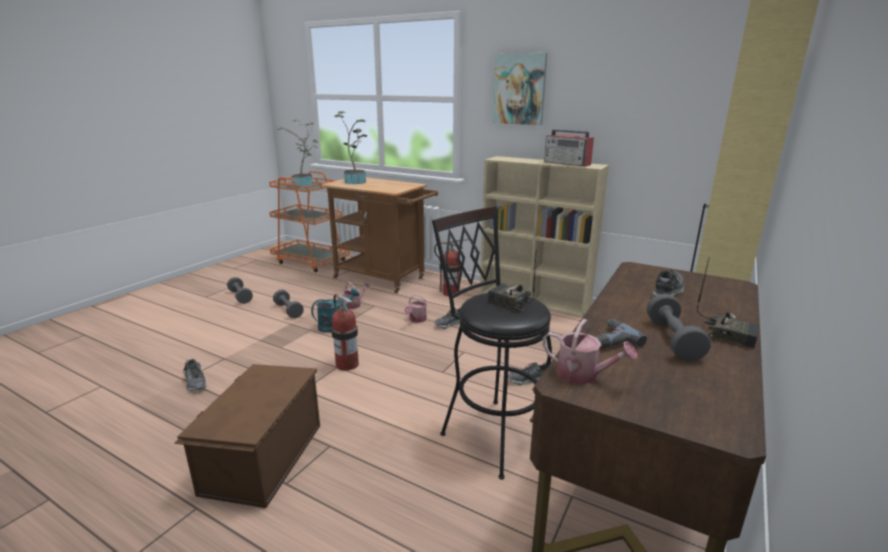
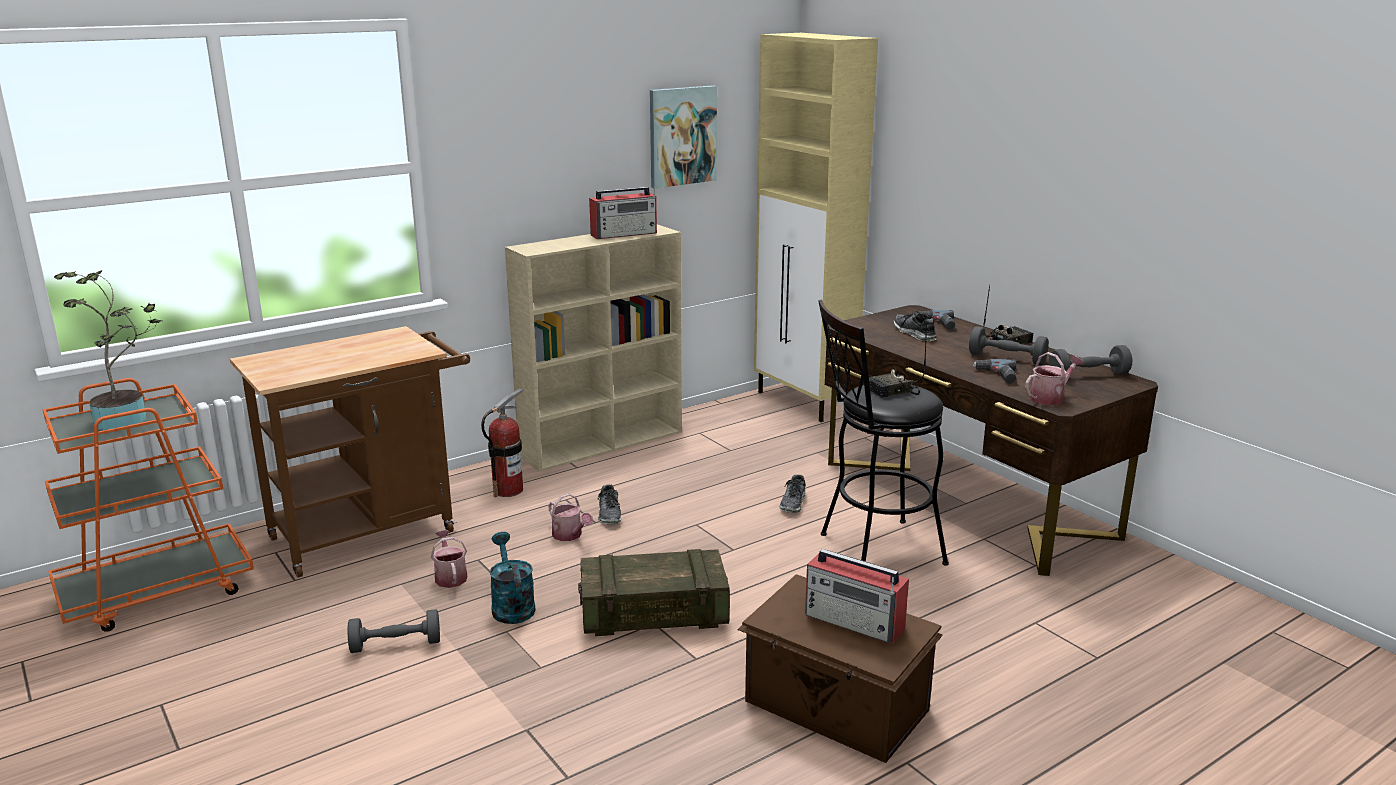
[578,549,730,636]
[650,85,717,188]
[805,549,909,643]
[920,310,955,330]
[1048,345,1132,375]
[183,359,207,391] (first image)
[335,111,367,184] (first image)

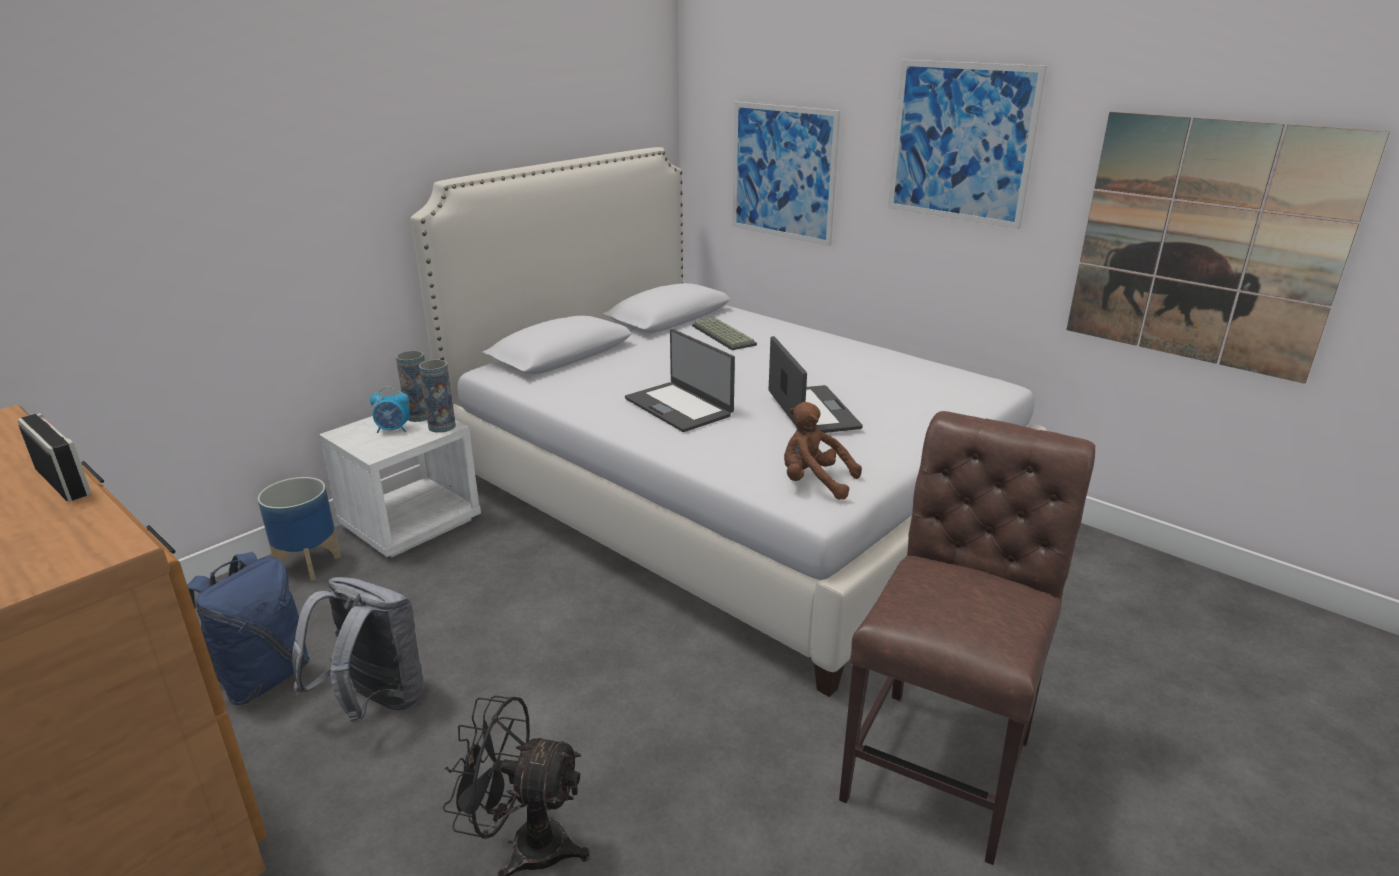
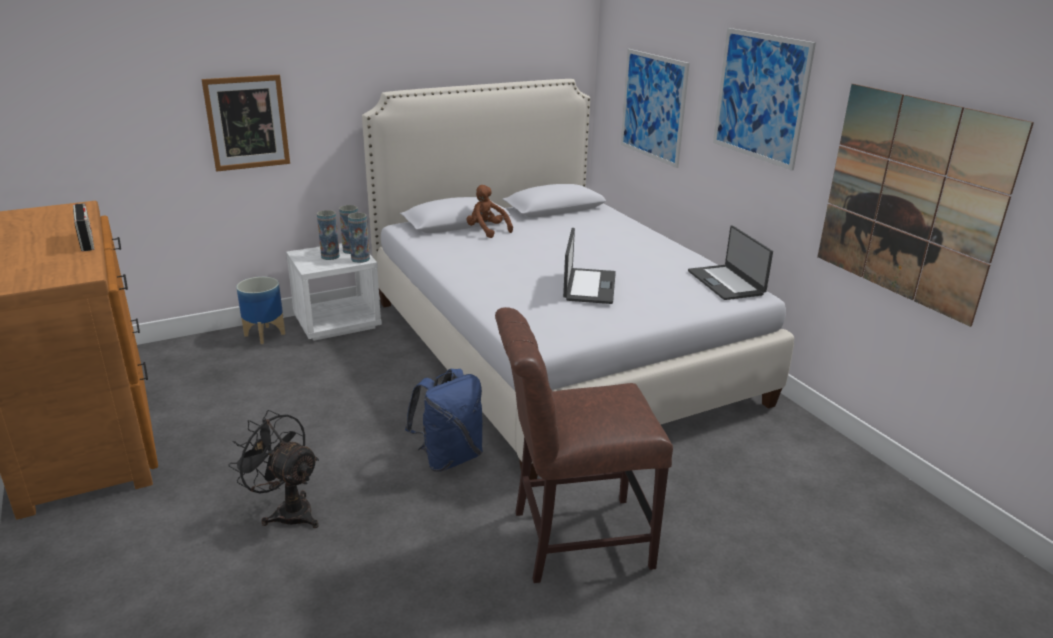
[201,75,290,172]
[317,210,340,260]
[405,369,483,472]
[467,185,513,238]
[495,307,673,583]
[688,225,773,300]
[292,577,424,723] (first image)
[692,318,757,350] (first image)

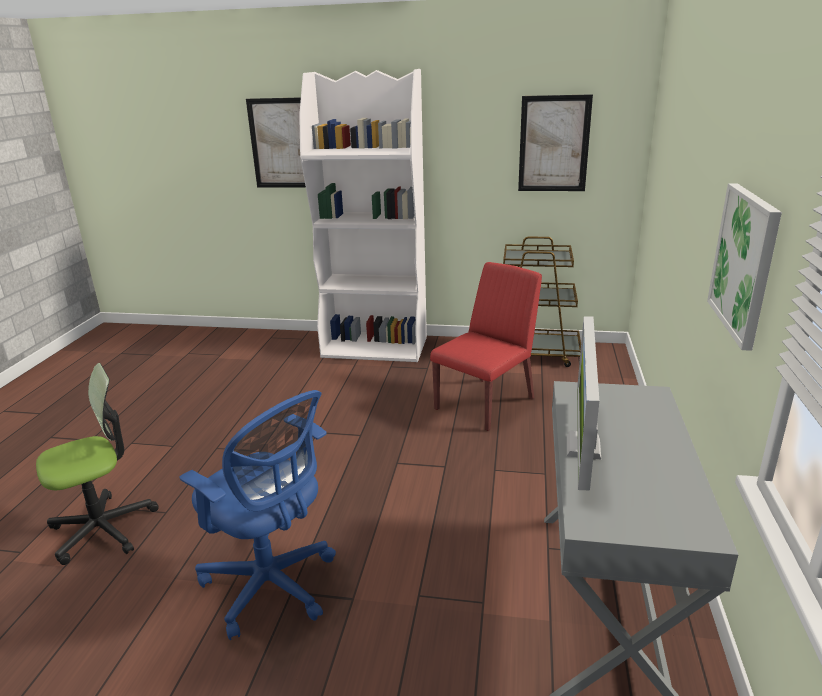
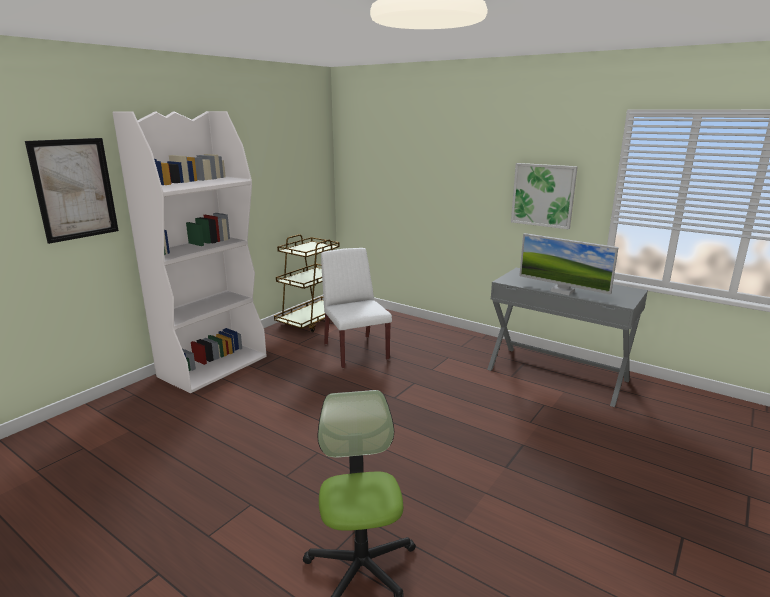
[321,248,392,368]
[179,390,336,640] (first image)
[518,94,593,191] (first image)

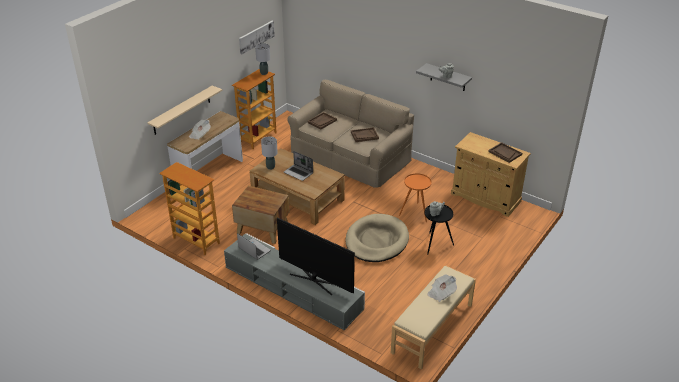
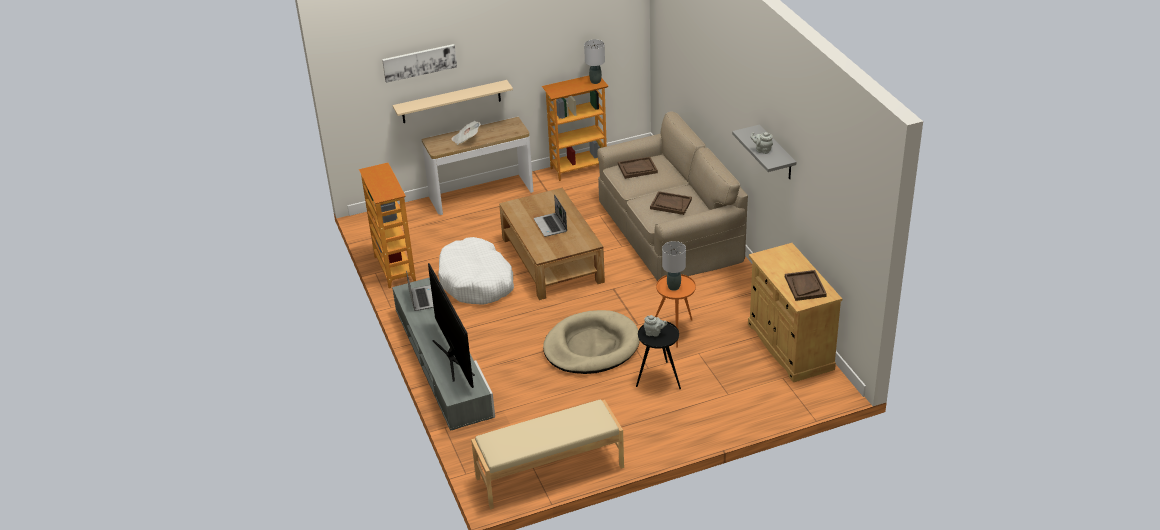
[382,44,457,83]
[438,237,514,305]
[662,241,686,291]
[427,274,457,302] (first image)

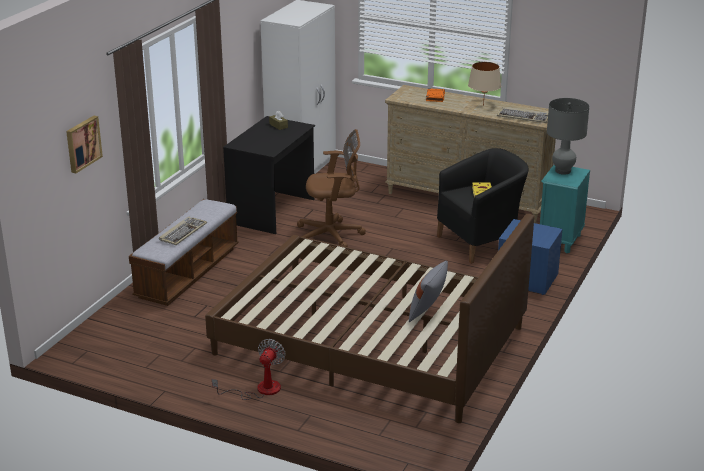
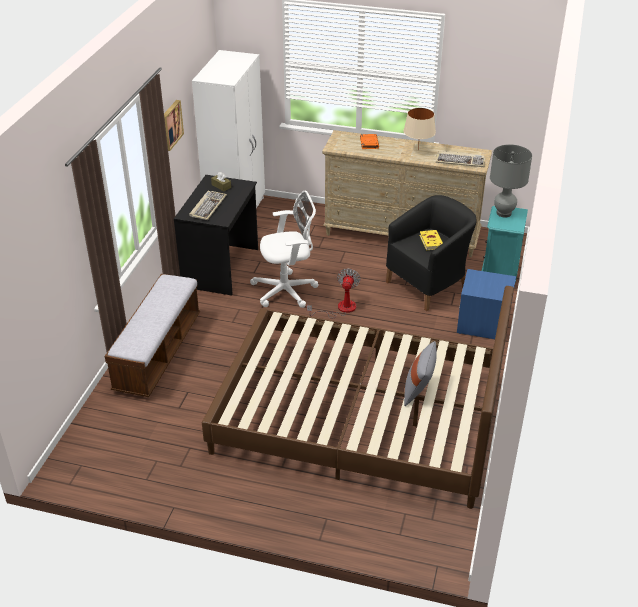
[164,100,184,151]
[189,191,227,220]
[250,191,319,308]
[307,268,361,318]

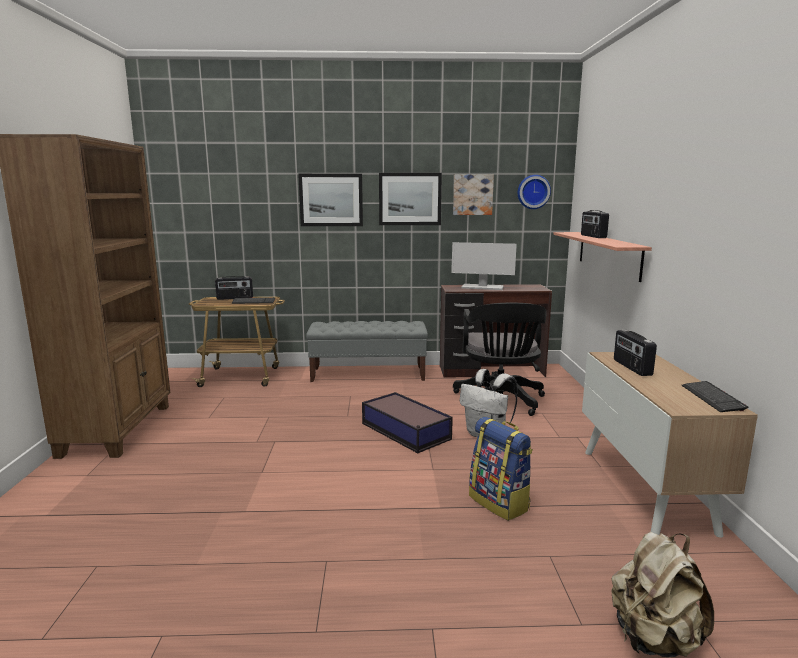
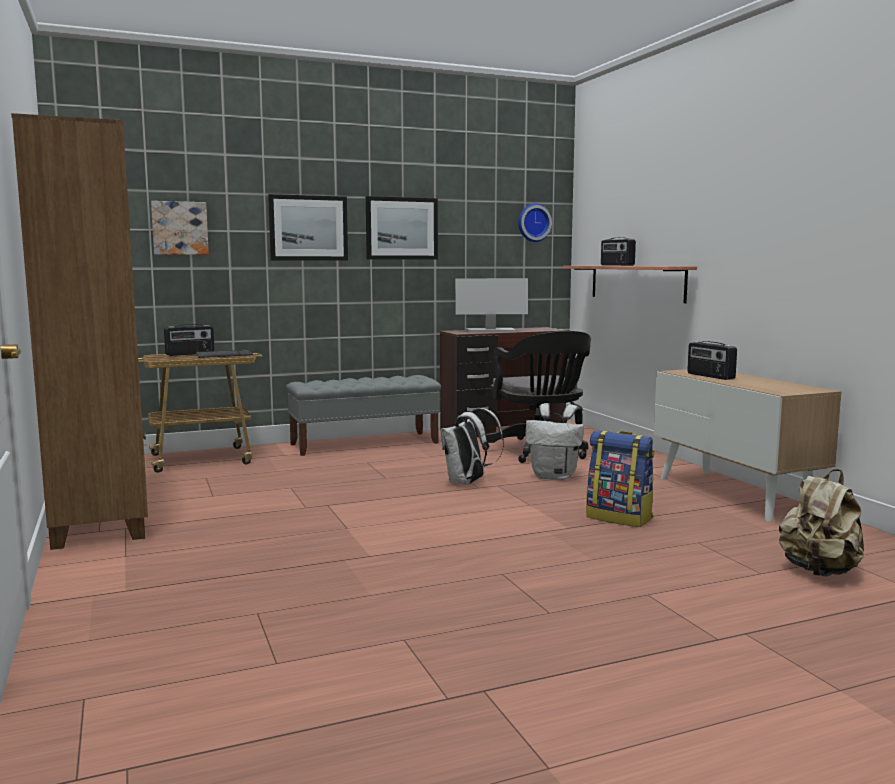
[151,201,209,255]
[440,408,504,485]
[682,381,748,412] (first image)

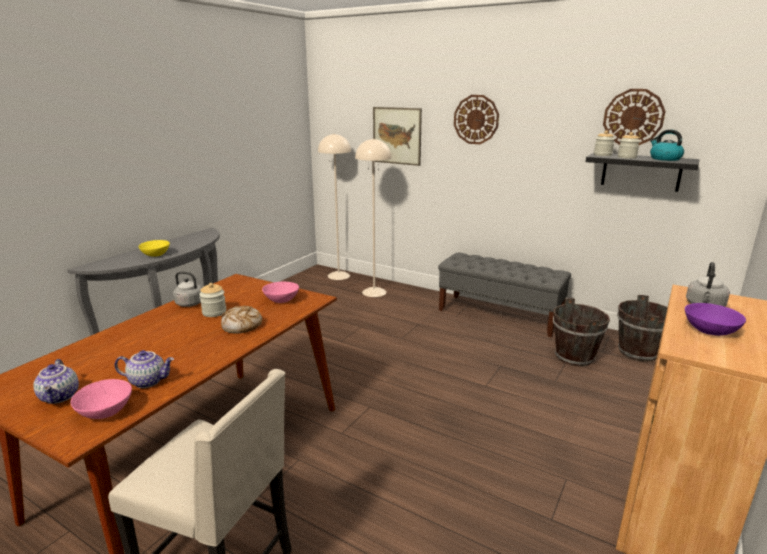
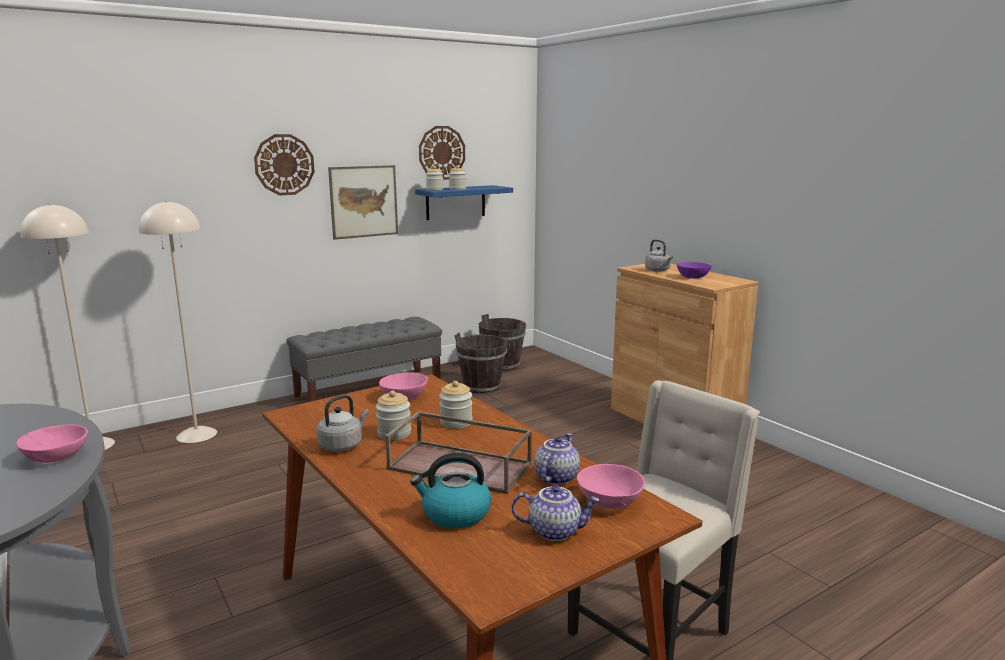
[16,425,88,463]
[328,165,398,240]
[385,411,533,494]
[410,453,491,528]
[415,185,513,220]
[439,381,473,429]

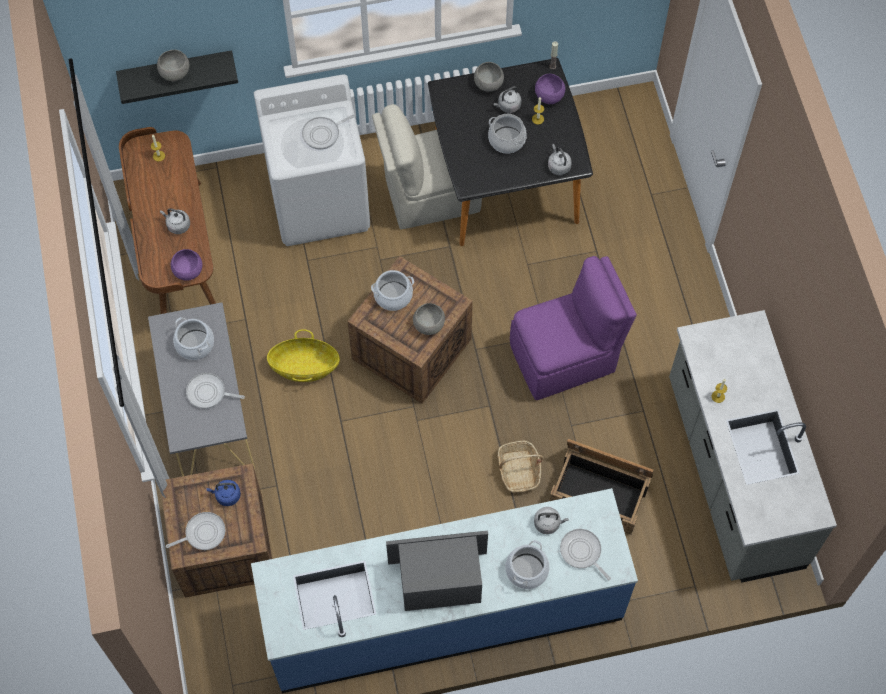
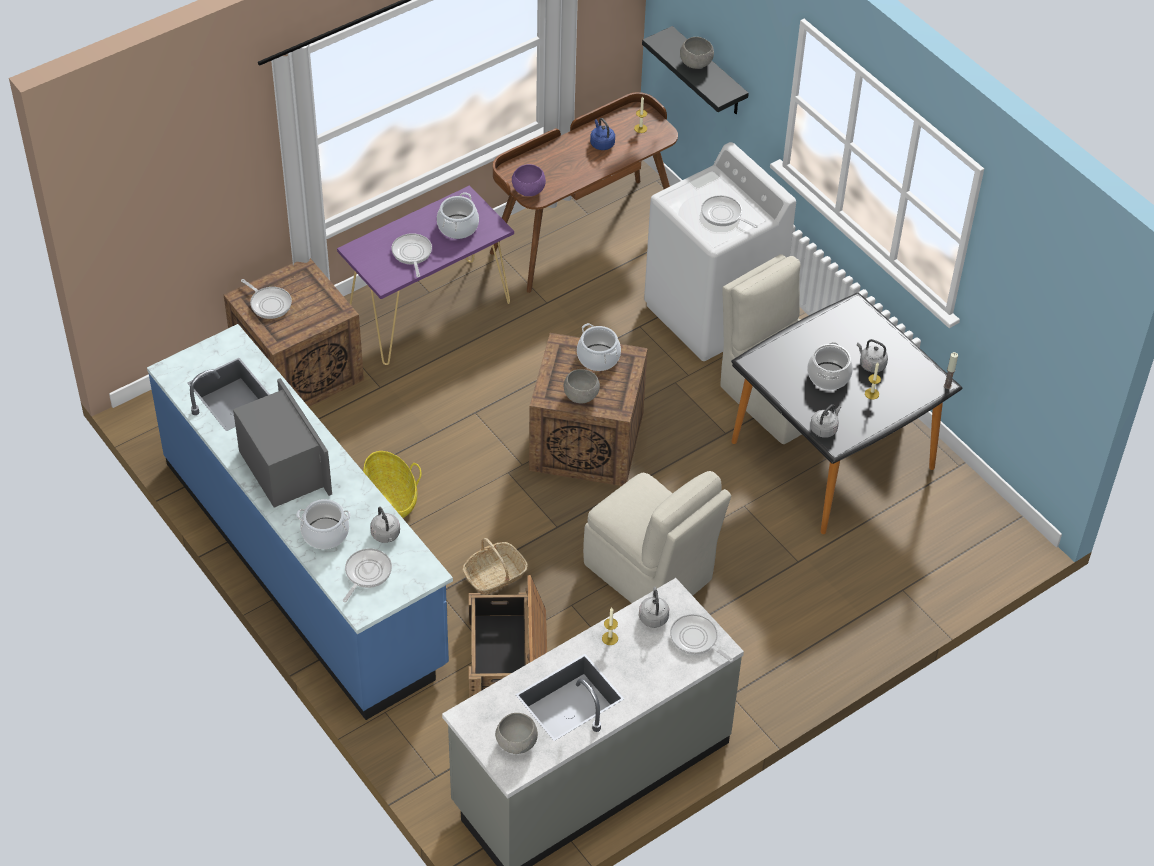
[337,185,514,365]
[363,451,421,518]
[495,713,538,754]
[583,471,731,603]
[590,118,615,150]
[639,587,669,628]
[670,614,733,662]
[535,74,565,104] (first image)

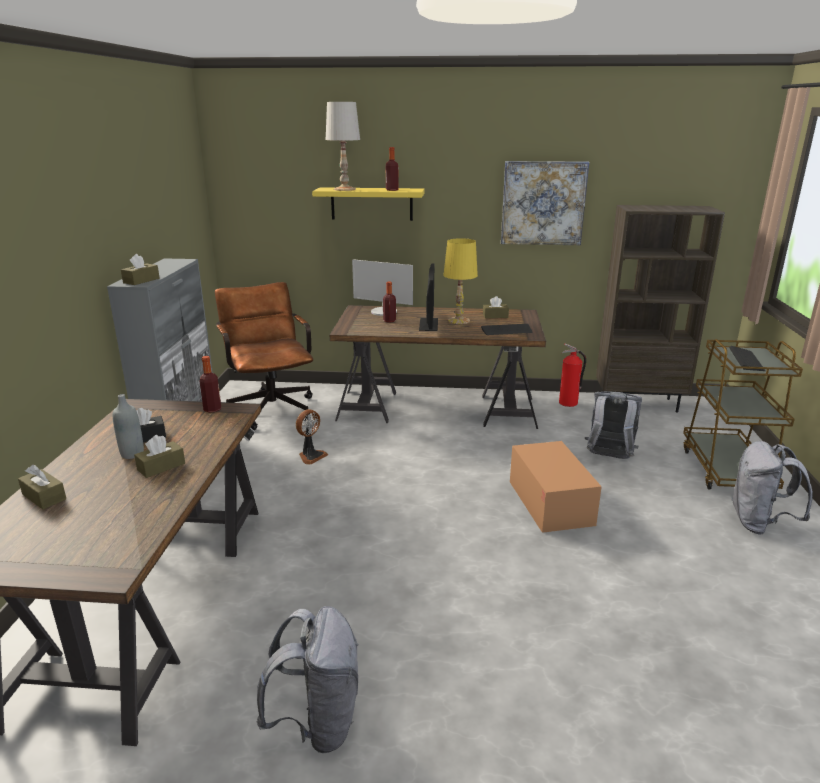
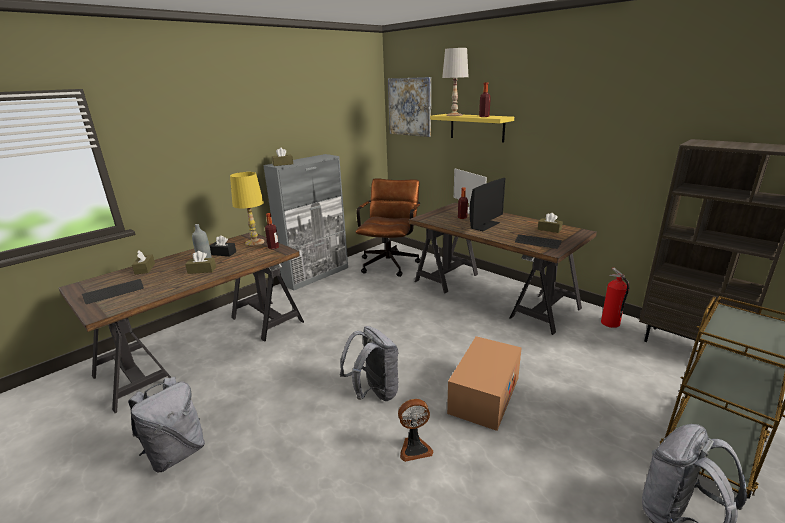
[82,279,144,304]
[230,172,265,246]
[340,326,399,401]
[388,77,431,137]
[398,399,433,462]

